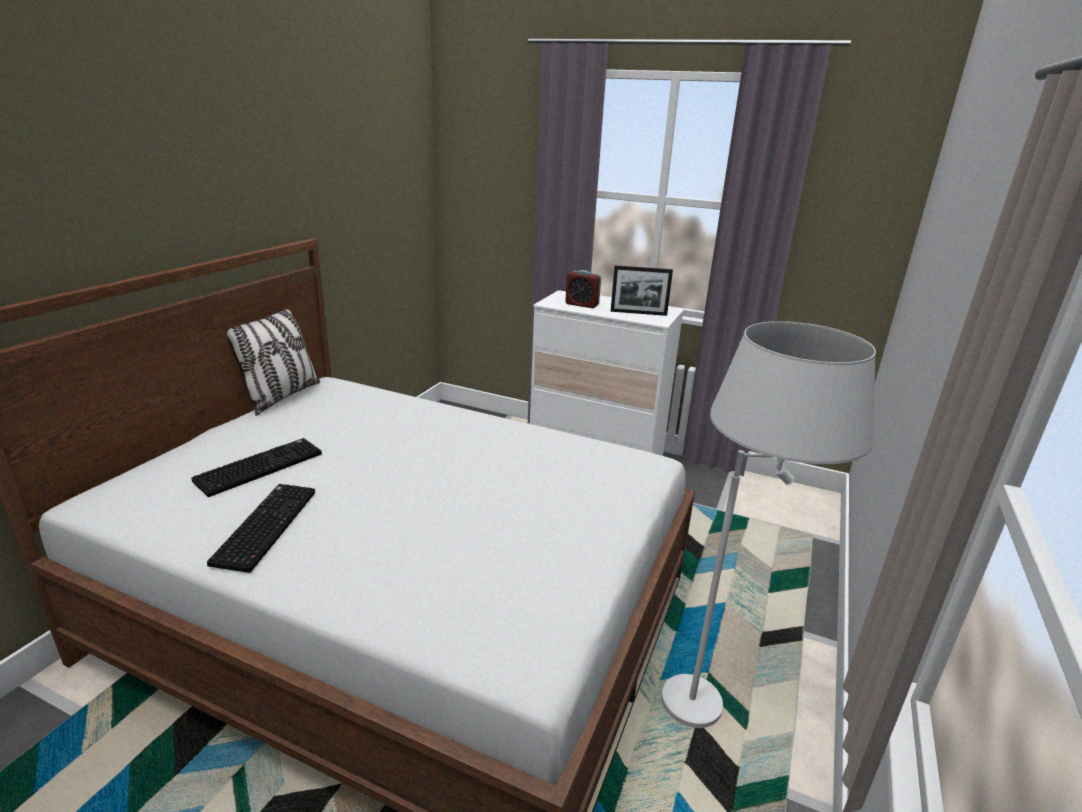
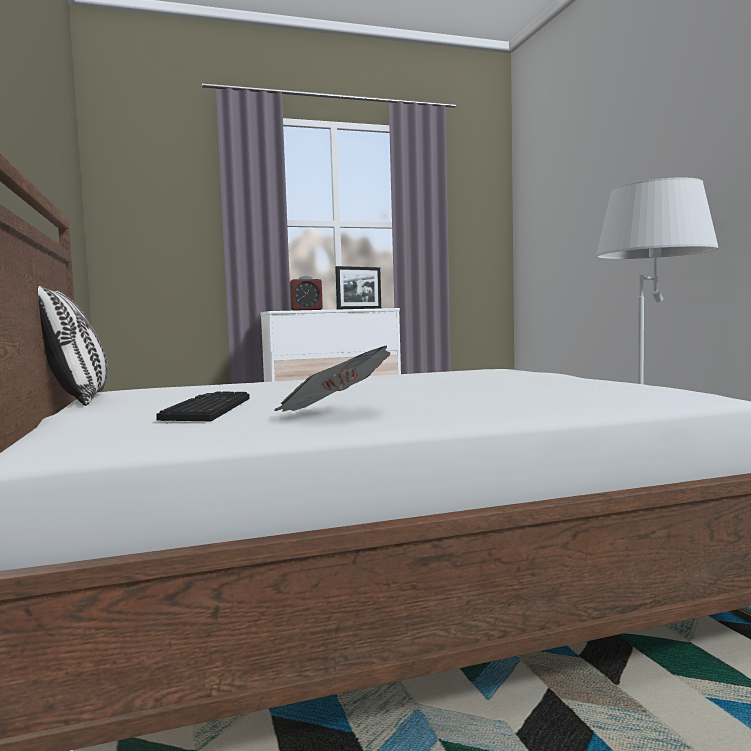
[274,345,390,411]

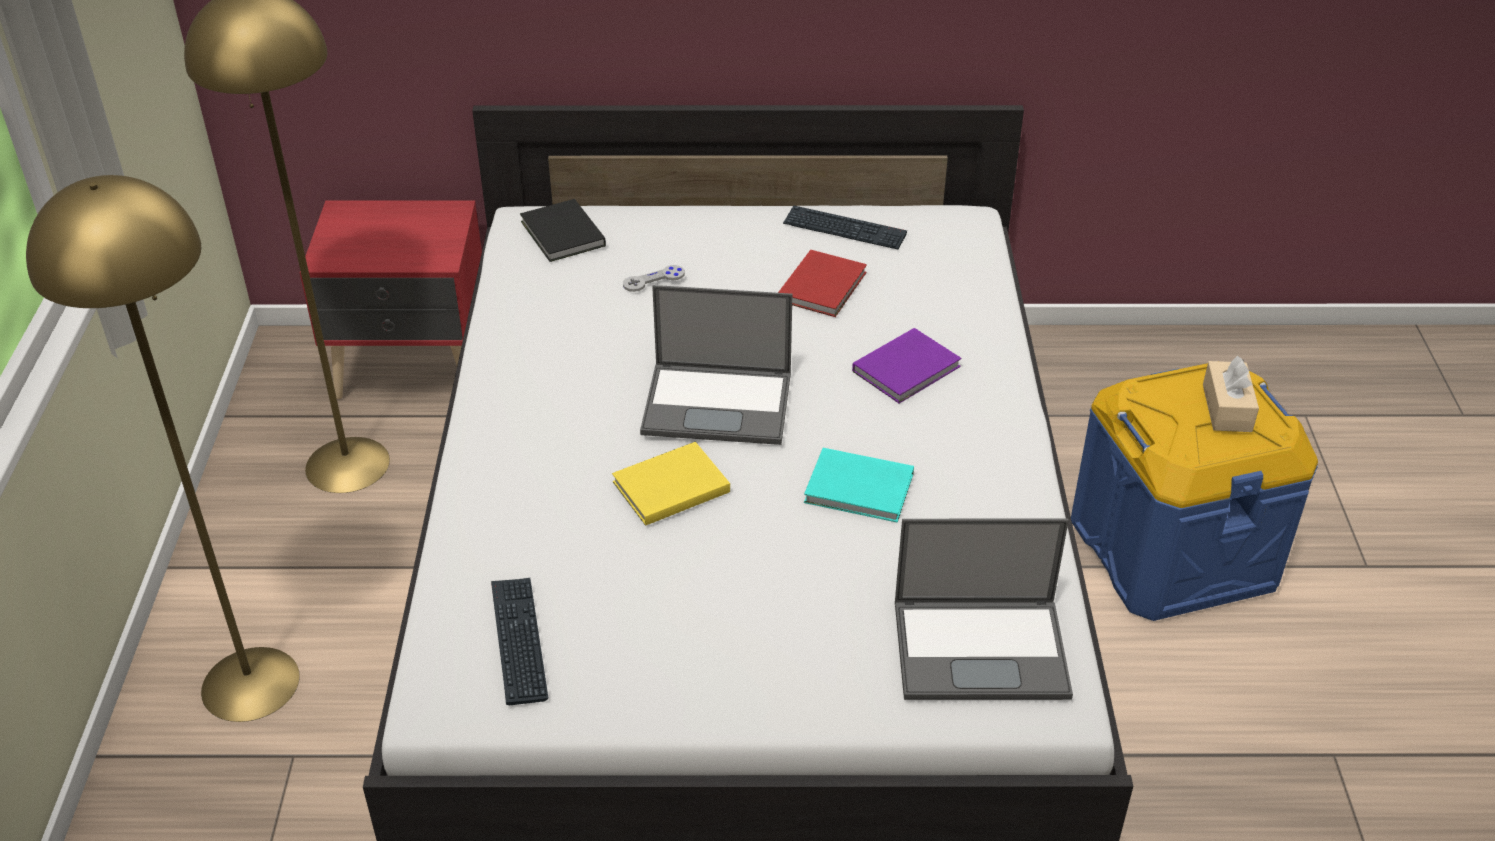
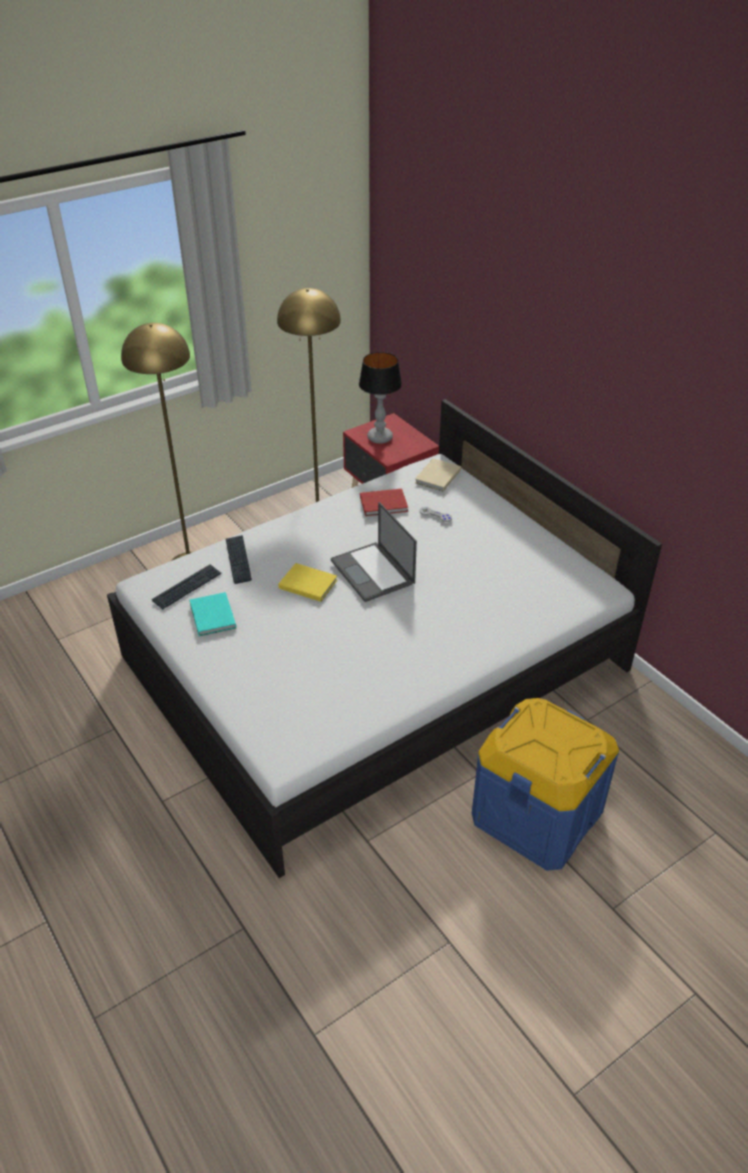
[189,592,236,636]
[226,535,252,584]
[359,352,402,444]
[360,488,408,516]
[415,458,461,492]
[852,328,961,404] (first image)
[895,519,1073,700] (first image)
[1203,356,1259,432] (first image)

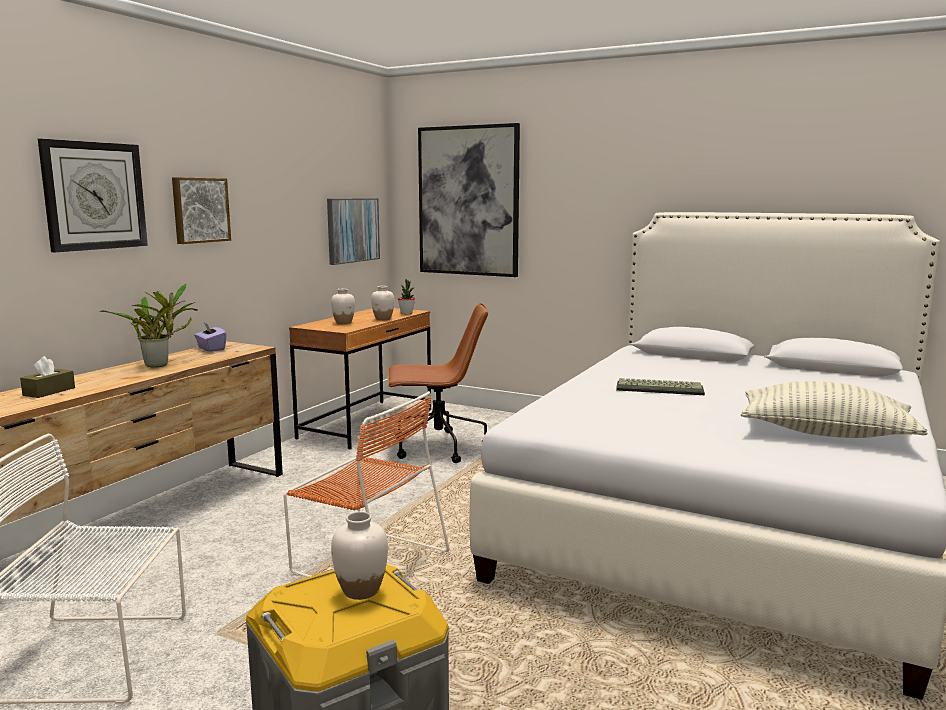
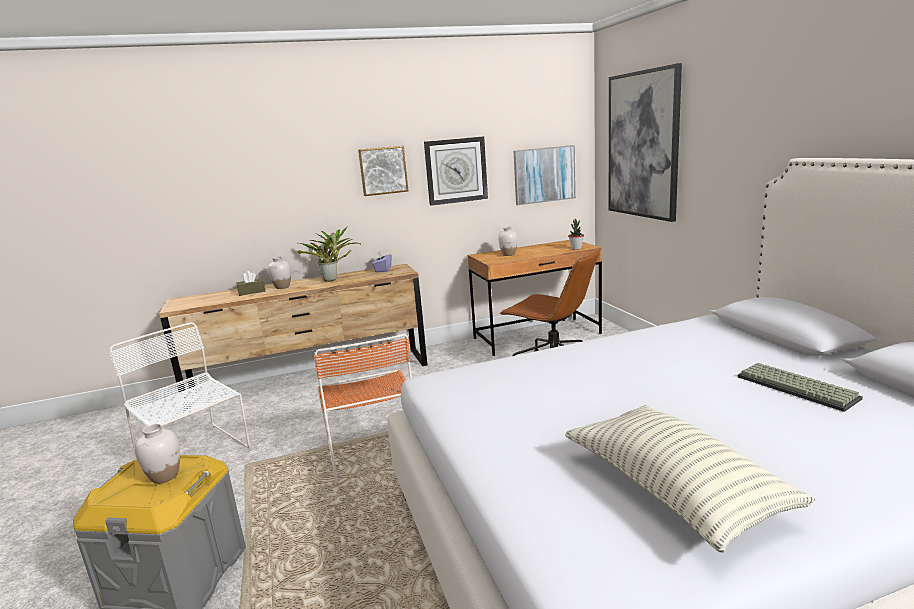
[268,256,291,289]
[424,137,488,206]
[738,363,863,412]

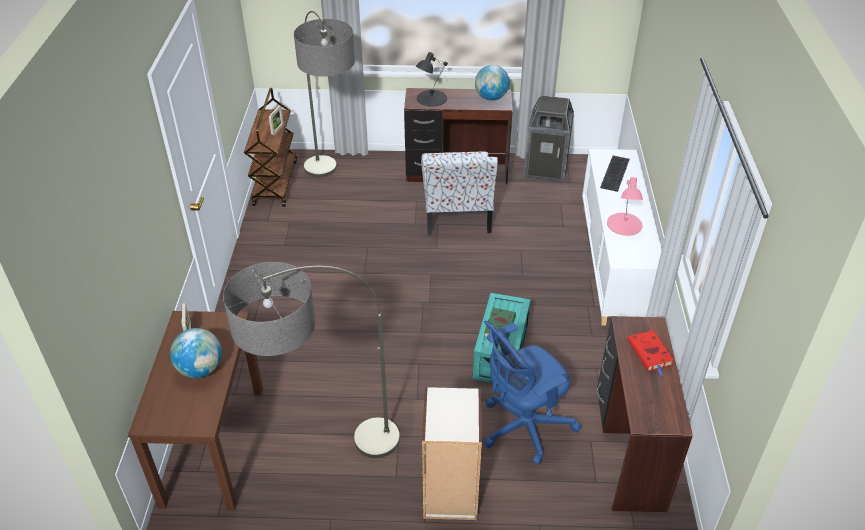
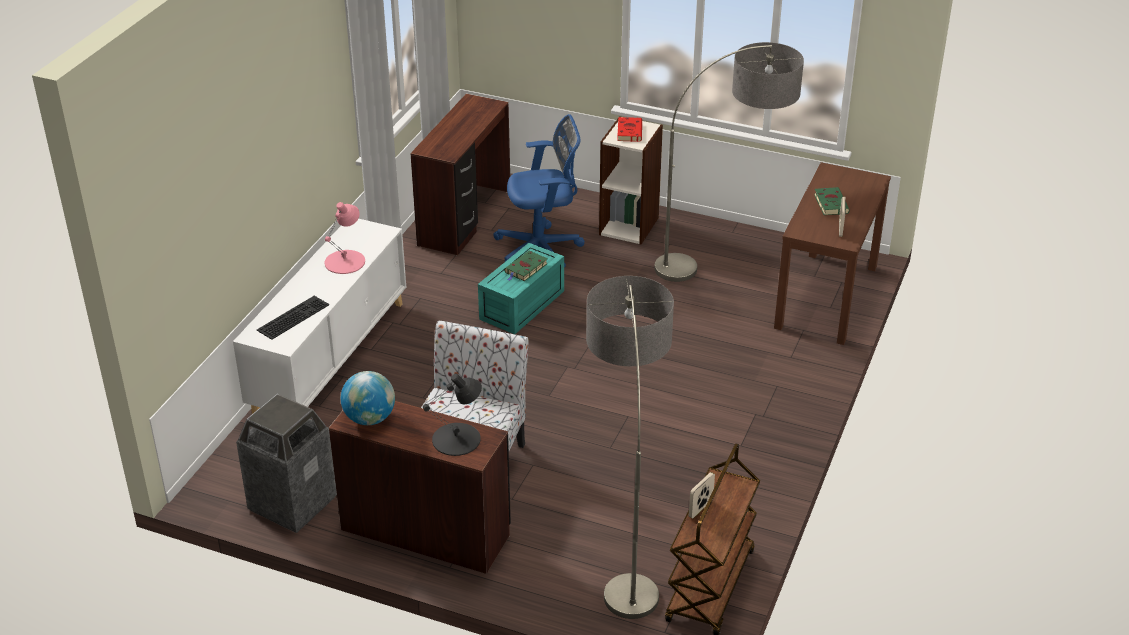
[617,117,642,142]
[814,187,850,215]

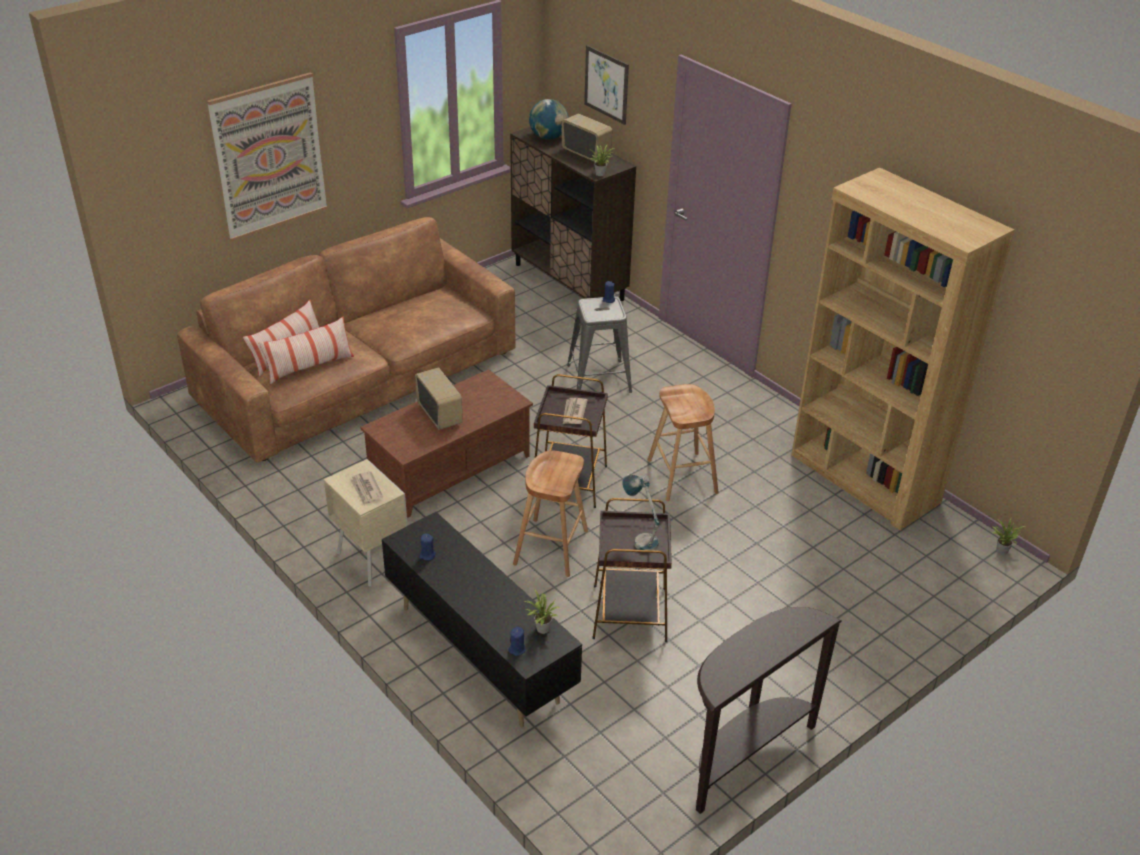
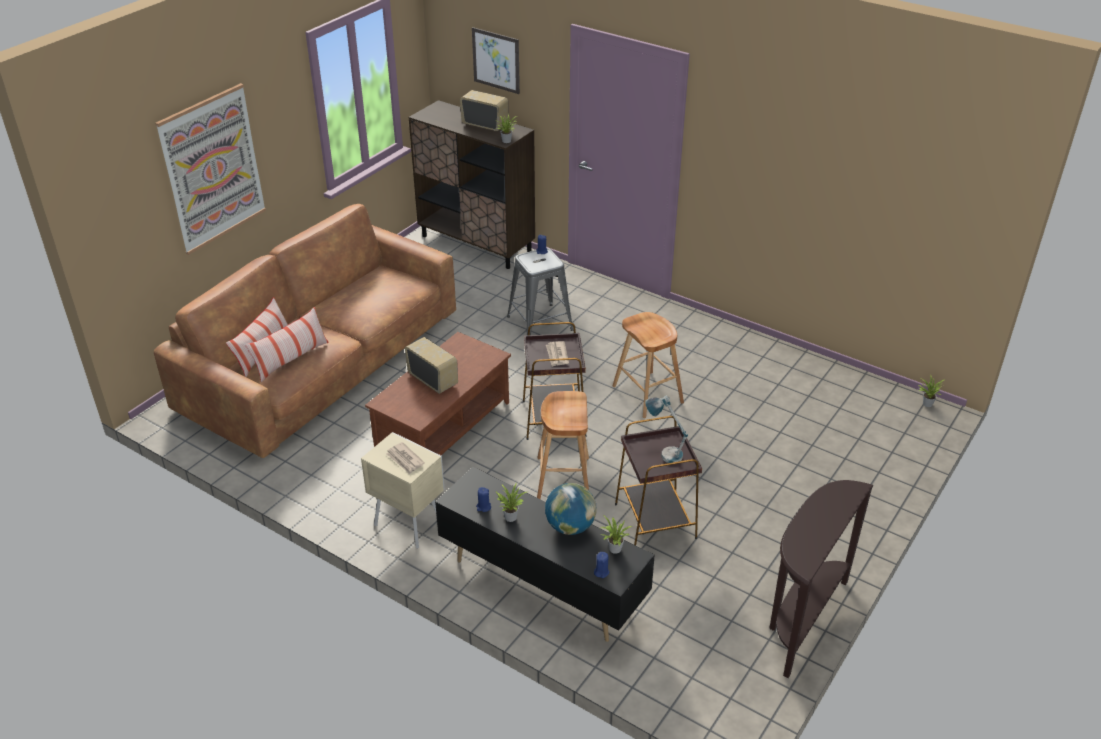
[496,482,527,522]
[545,483,597,535]
[791,168,1014,531] (first image)

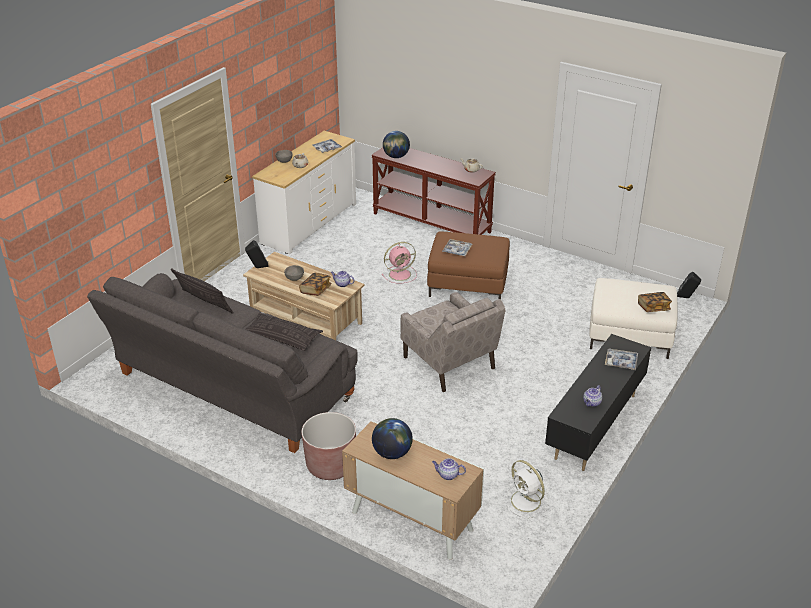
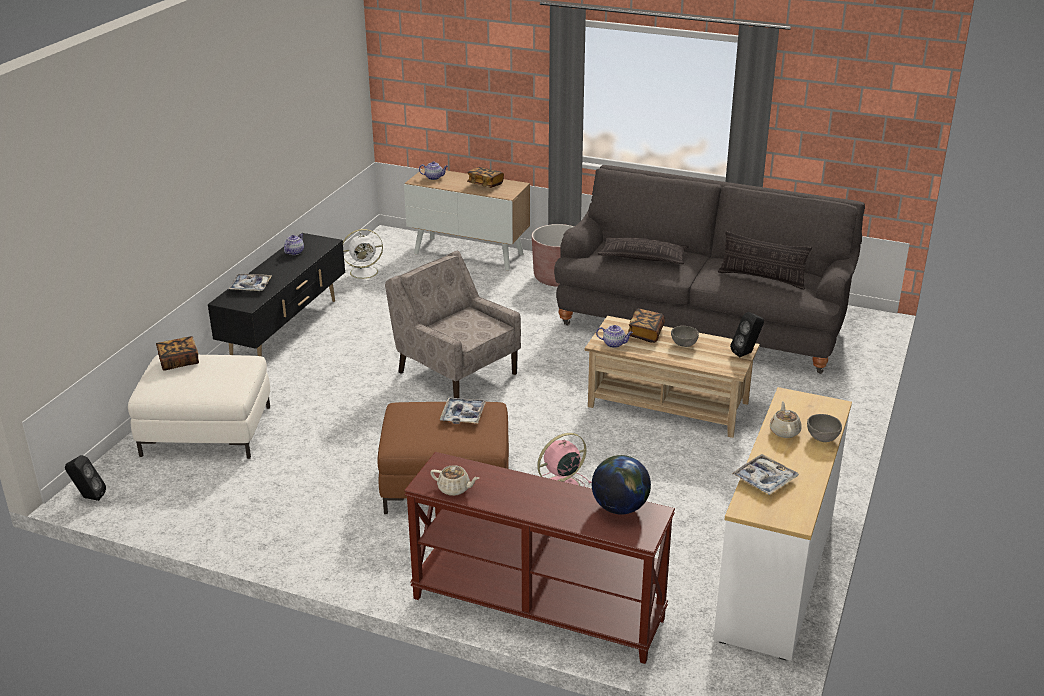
[343,229,385,281]
[467,167,504,188]

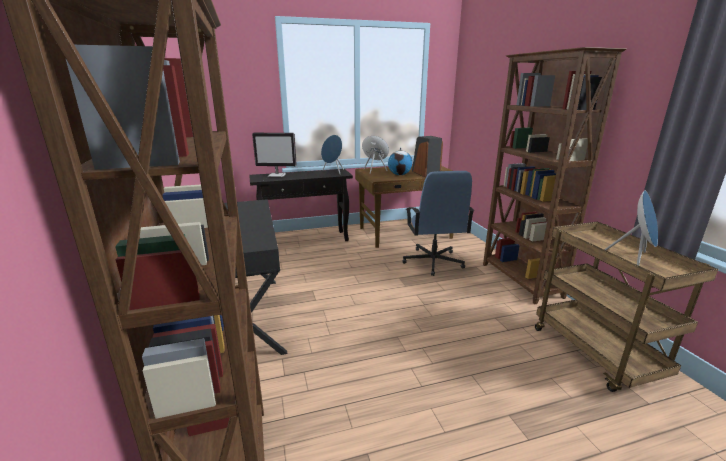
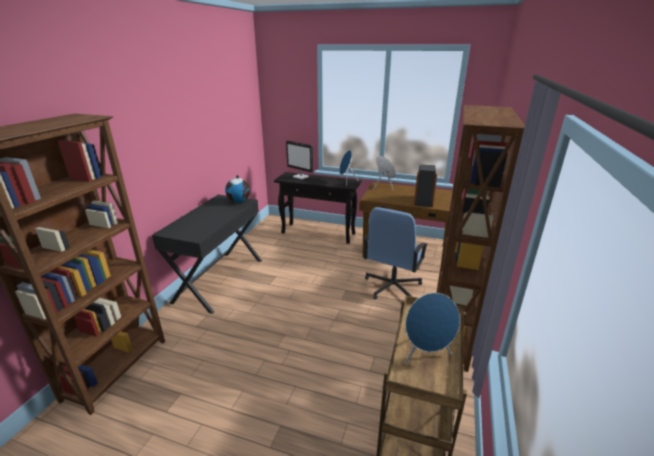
[225,175,250,203]

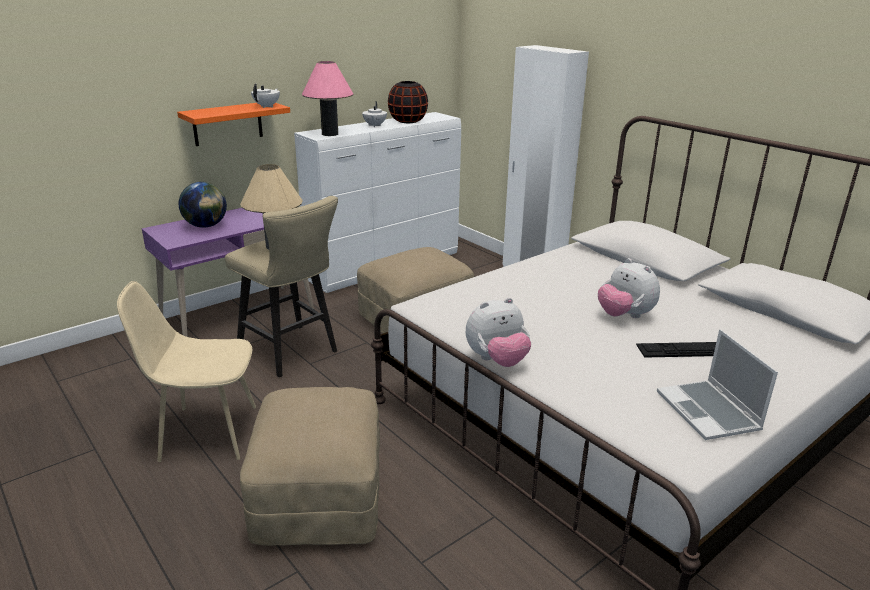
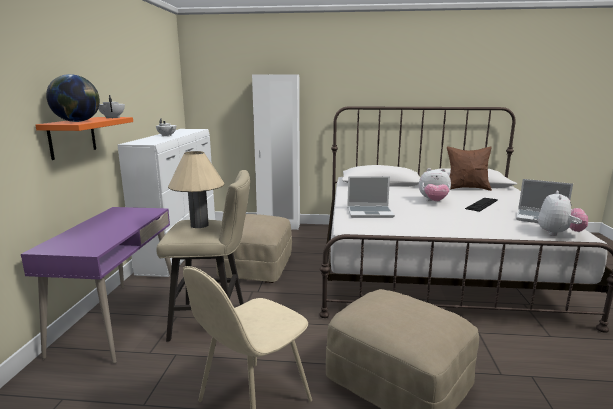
[46,74,100,122]
[347,176,395,218]
[447,146,492,191]
[538,191,588,236]
[302,61,354,136] (first image)
[388,81,428,123] (first image)

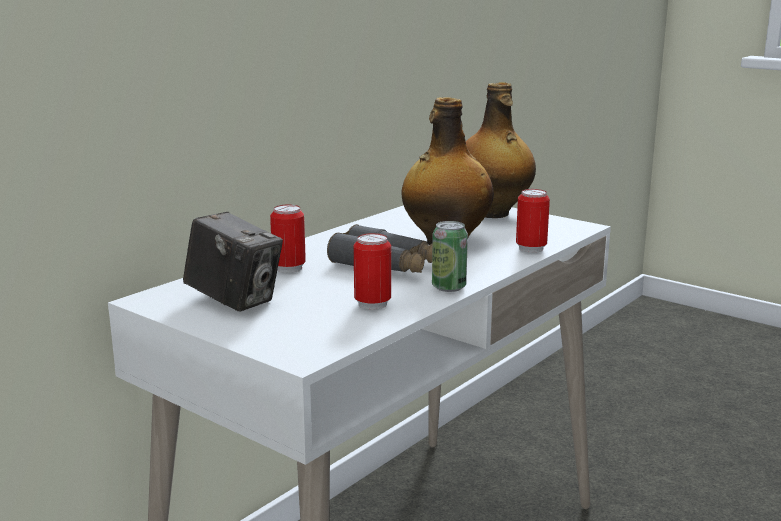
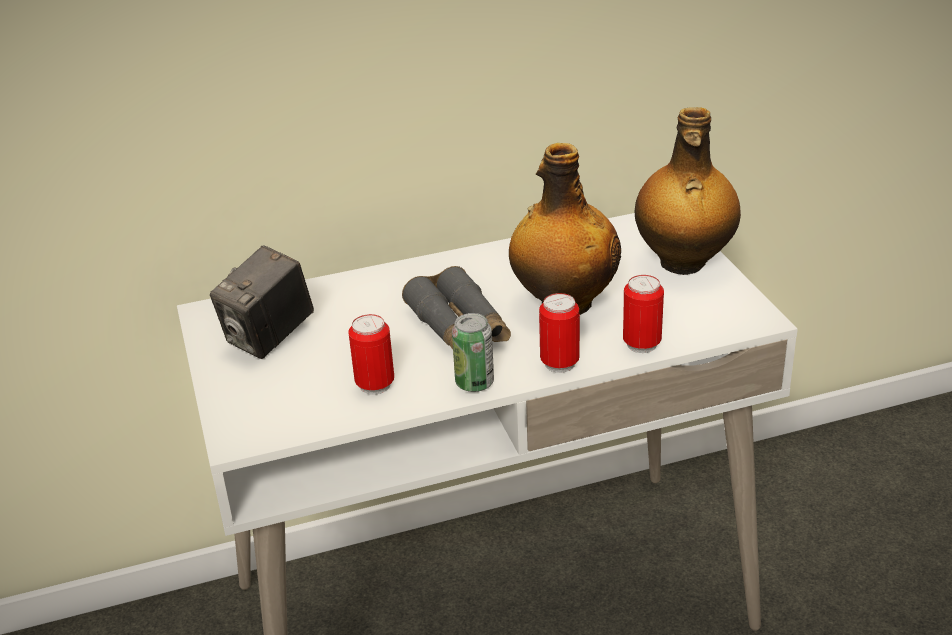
[210,245,314,359]
[539,293,580,373]

